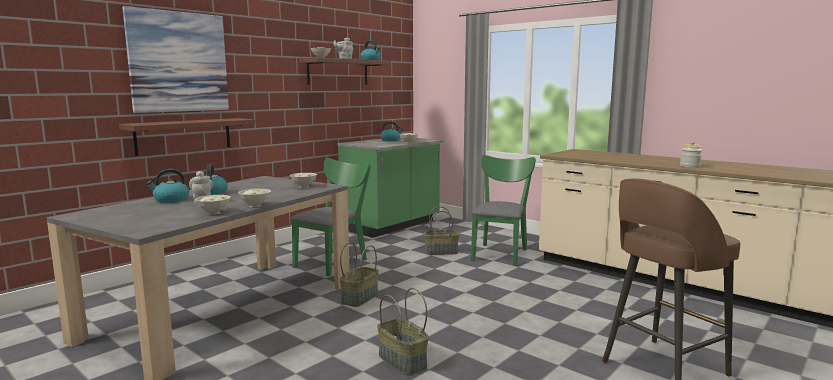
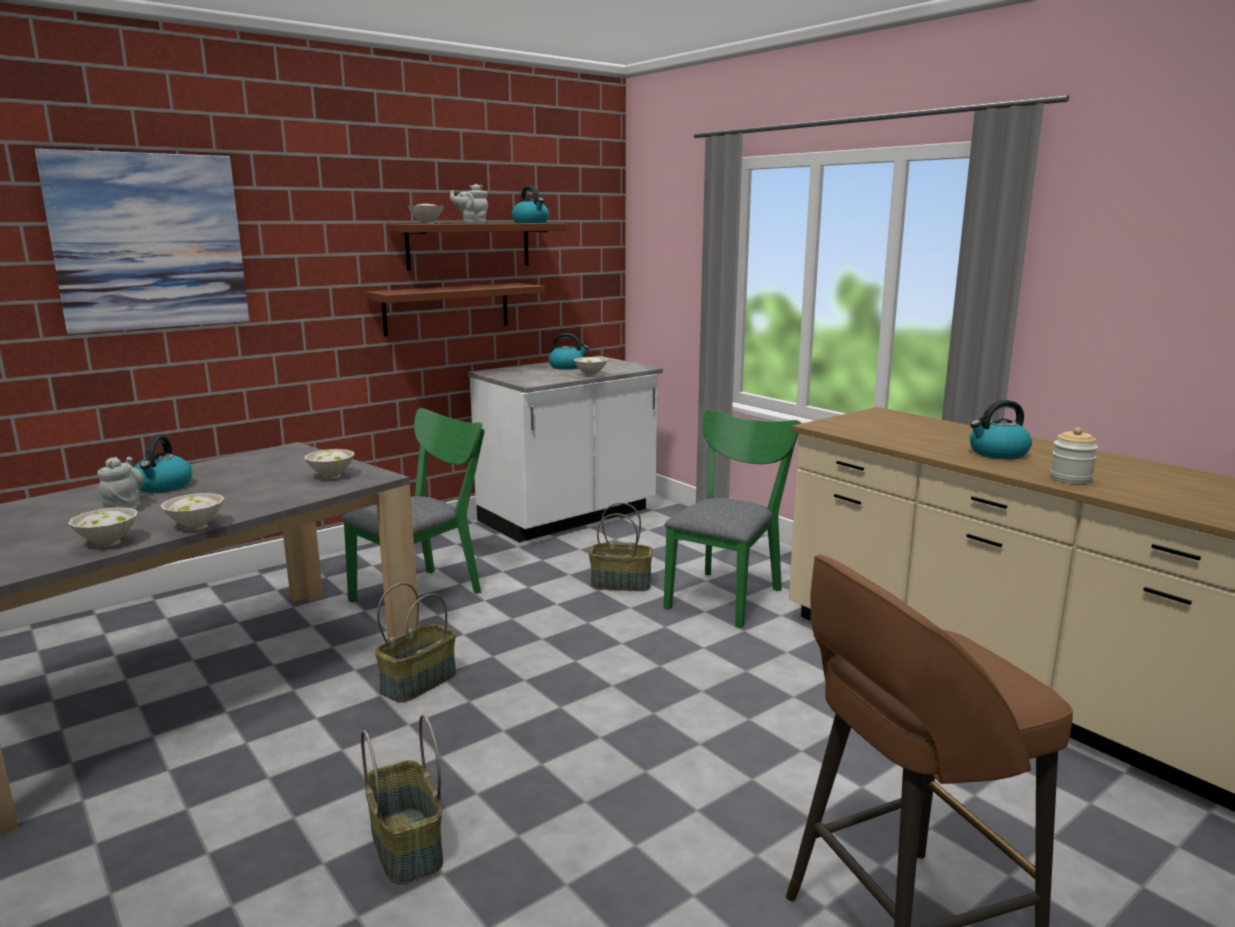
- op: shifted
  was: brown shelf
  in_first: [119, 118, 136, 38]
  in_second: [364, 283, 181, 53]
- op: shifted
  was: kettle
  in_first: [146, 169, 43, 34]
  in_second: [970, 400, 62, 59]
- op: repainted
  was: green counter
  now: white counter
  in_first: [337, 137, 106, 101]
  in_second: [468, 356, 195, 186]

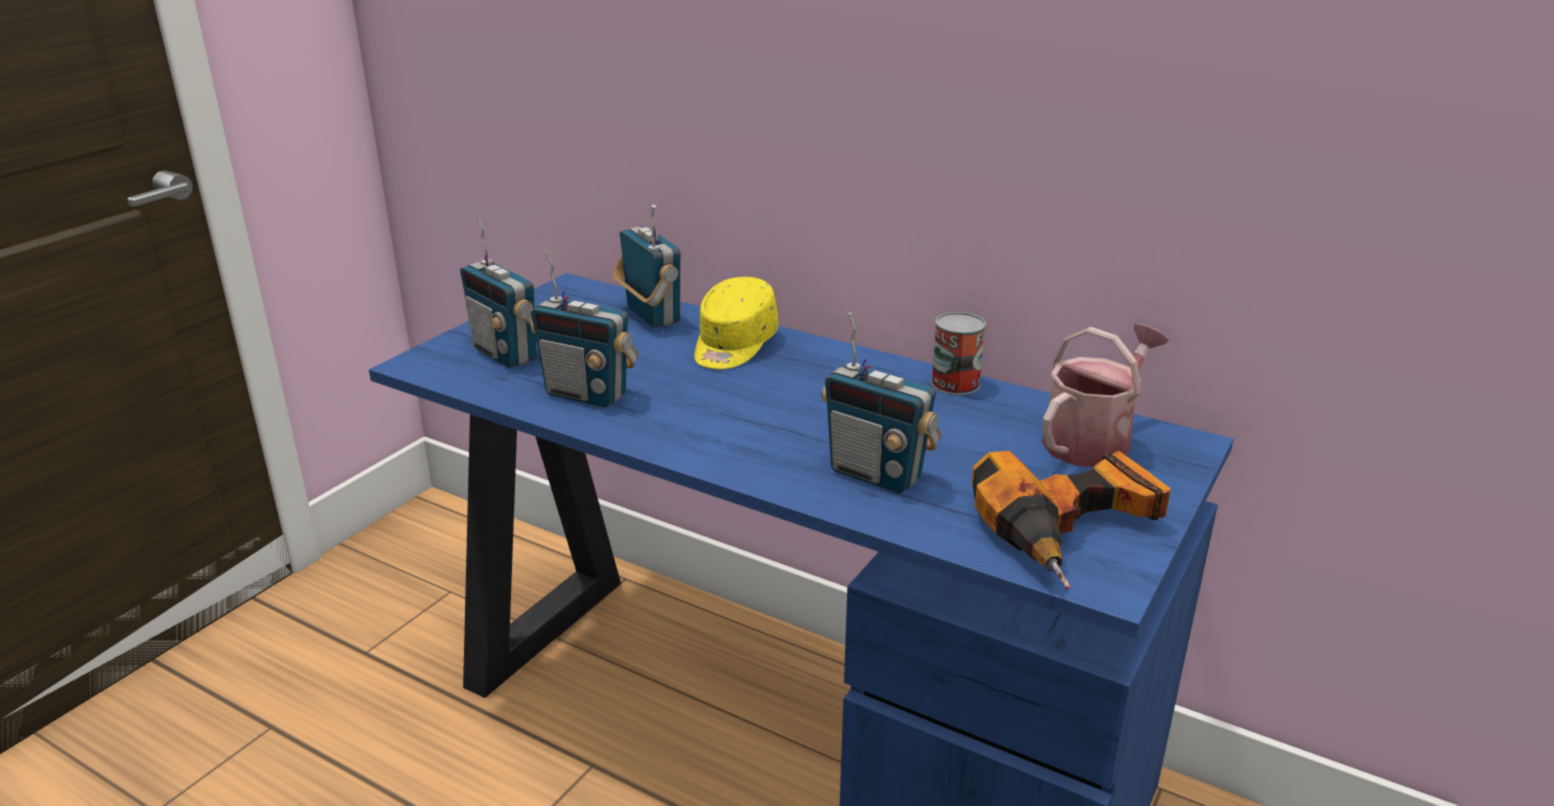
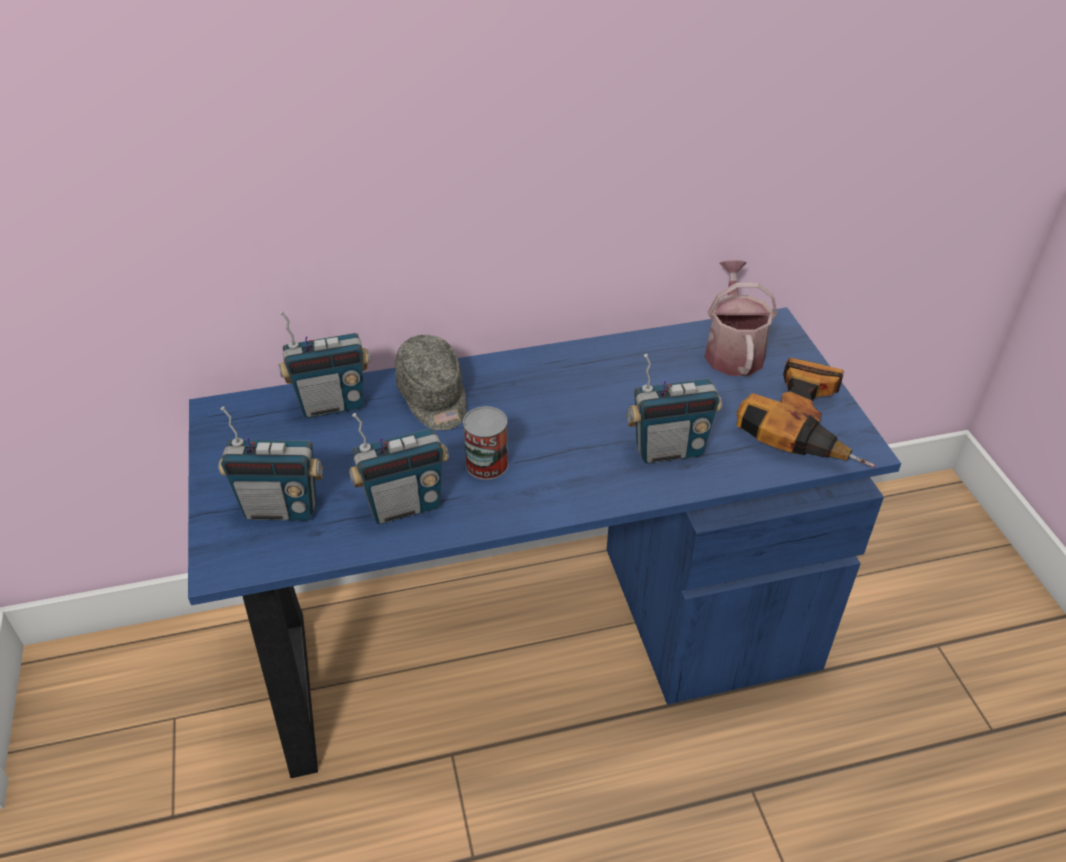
- op: shifted
  was: can
  in_first: [931, 312, 55, 83]
  in_second: [463, 406, 45, 74]
- op: repainted
  was: yellow cap
  now: grey cap
  in_first: [695, 277, 83, 92]
  in_second: [395, 335, 72, 95]
- op: rotated
  was: radio
  in_first: [613, 205, 68, 122]
  in_second: [278, 311, 92, 107]
  clockwise: 150

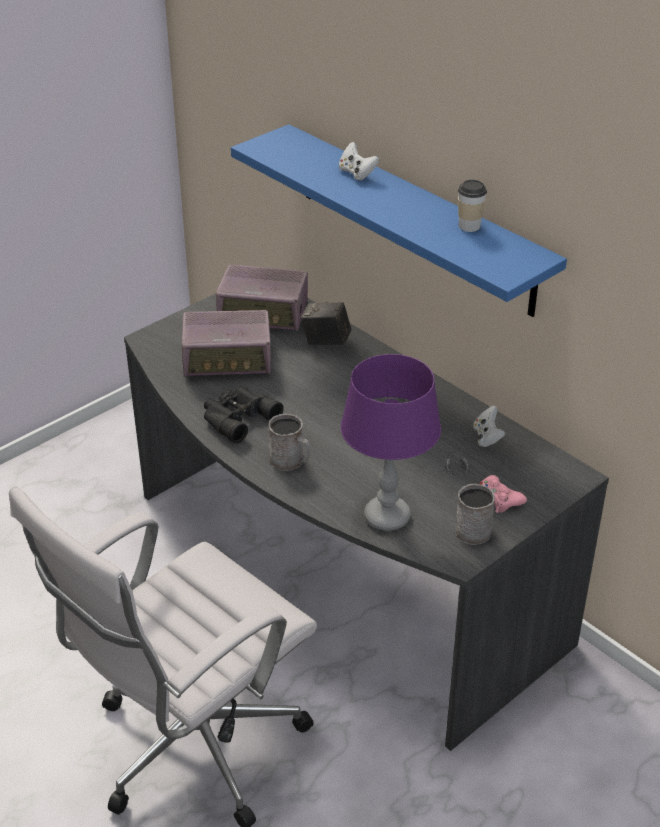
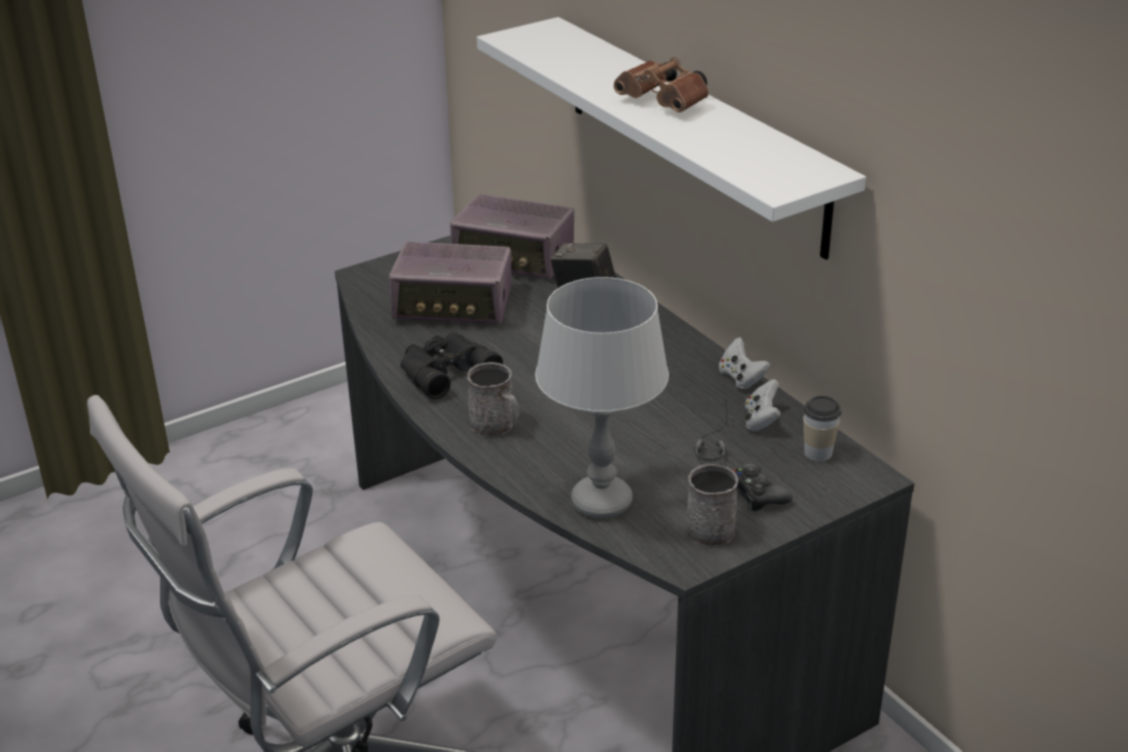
- op: new
  now: brown binoculars
  in_second: [614, 57, 95, 56]
- op: shifted
  was: white game controller
  in_first: [339, 142, 40, 38]
  in_second: [719, 337, 51, 52]
- op: shifted
  was: cup
  in_first: [458, 180, 29, 52]
  in_second: [803, 396, 39, 66]
- op: repainted
  was: blue shelf
  now: white shelf
  in_first: [231, 124, 336, 193]
  in_second: [477, 17, 389, 243]
- op: repainted
  was: purple table lamp
  now: grey table lamp
  in_first: [340, 354, 101, 177]
  in_second: [535, 277, 134, 242]
- op: repainted
  was: pink game controller
  now: black game controller
  in_first: [479, 475, 48, 38]
  in_second: [733, 463, 60, 48]

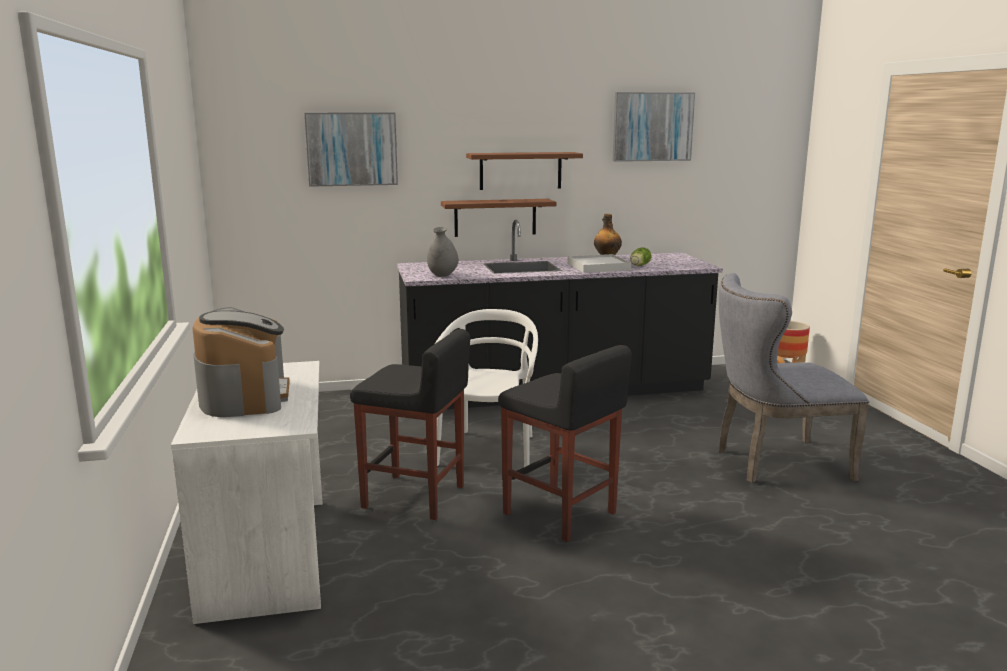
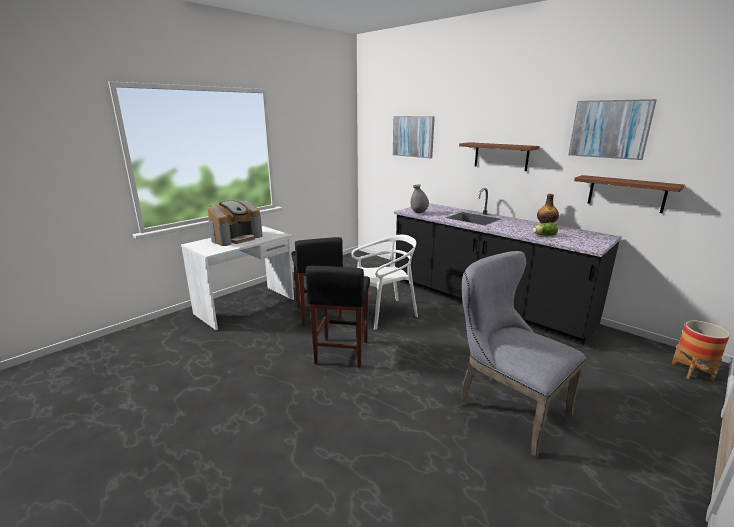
- op: gone
  was: white tray
  in_first: [567, 254, 64, 19]
- op: shifted
  was: brown shelf
  in_first: [441, 199, 115, 38]
  in_second: [574, 175, 111, 38]

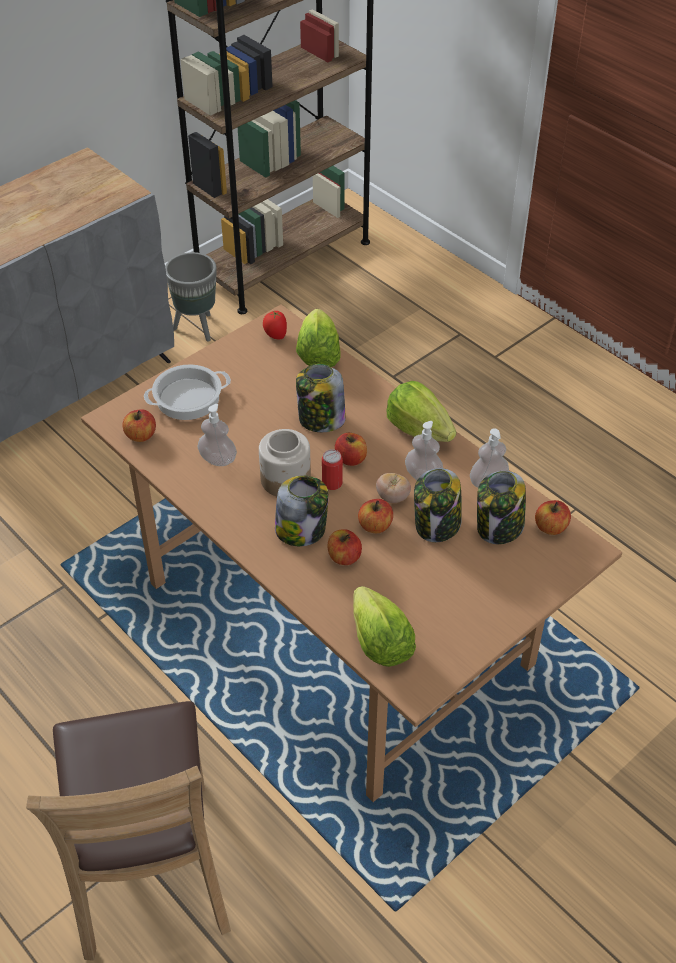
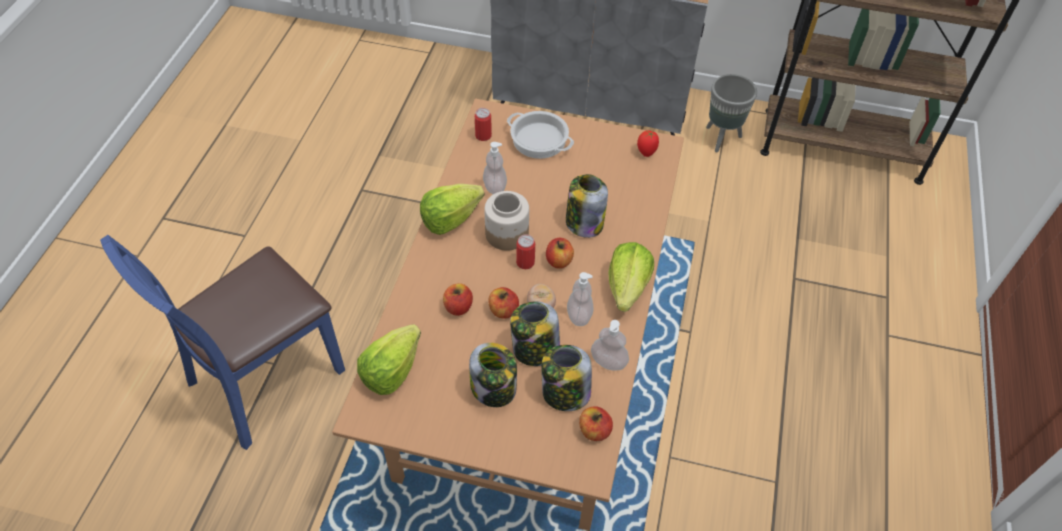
- op: shifted
  was: jar
  in_first: [275, 476, 54, 70]
  in_second: [469, 343, 48, 64]
- op: shifted
  was: lettuce
  in_first: [296, 309, 45, 58]
  in_second: [420, 184, 65, 51]
- op: swapped
  was: apple
  now: can
  in_first: [122, 409, 34, 33]
  in_second: [475, 108, 17, 33]
- op: repainted
  was: brown chair
  now: blue chair
  in_first: [26, 701, 205, 260]
  in_second: [100, 235, 245, 215]

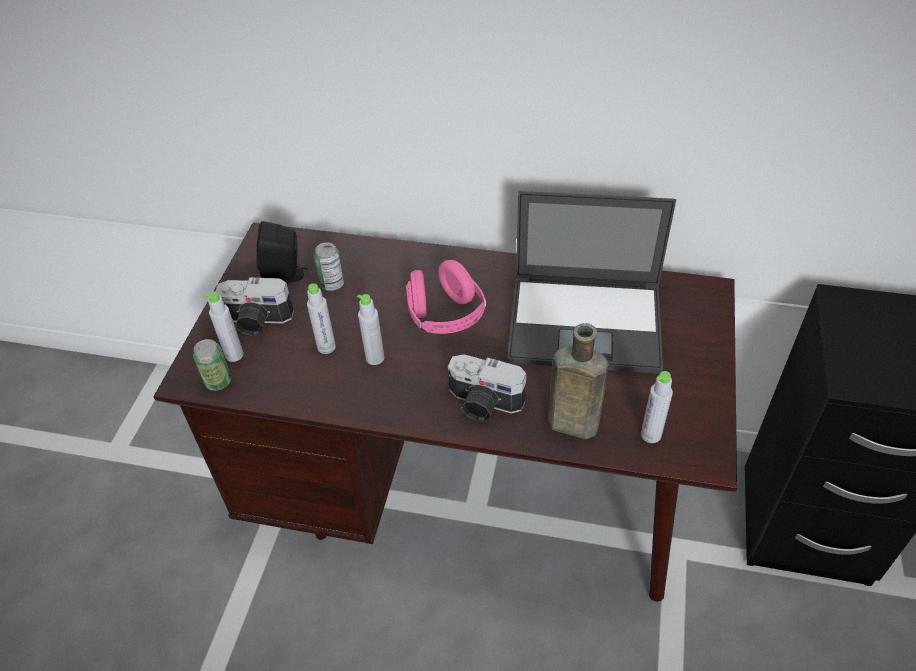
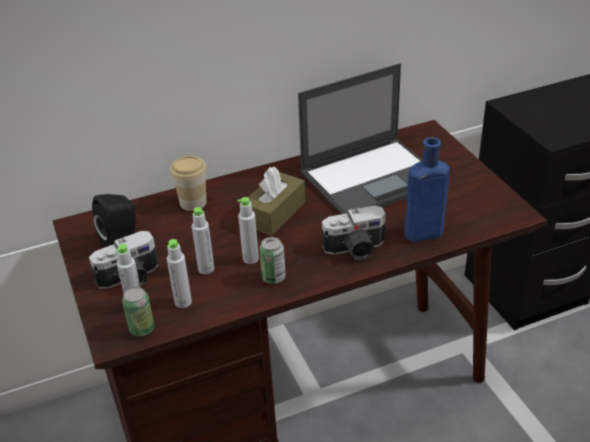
- op: new
  now: cup
  in_second: [170, 156, 37, 55]
- op: shifted
  was: can
  in_first: [314, 242, 30, 49]
  in_second: [259, 237, 27, 47]
- op: shifted
  was: grey bottle
  in_first: [641, 371, 32, 72]
  in_second: [167, 239, 25, 69]
- op: swapped
  was: pink headphones
  now: brown tissue box
  in_first: [406, 260, 80, 74]
  in_second: [248, 167, 57, 69]
- op: repainted
  was: brown bottle
  now: blue bottle
  in_first: [544, 323, 65, 116]
  in_second: [404, 137, 46, 105]

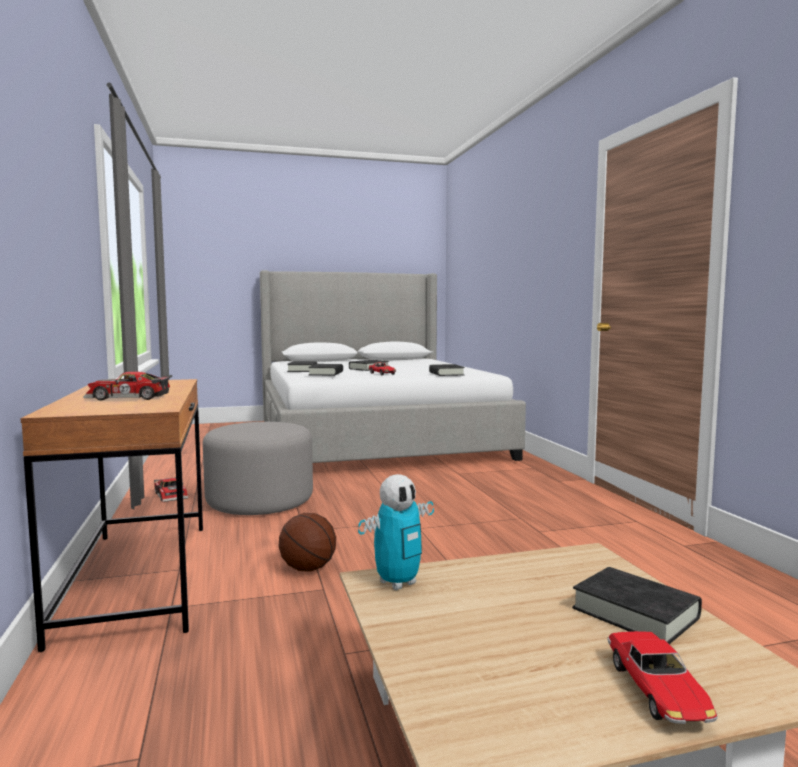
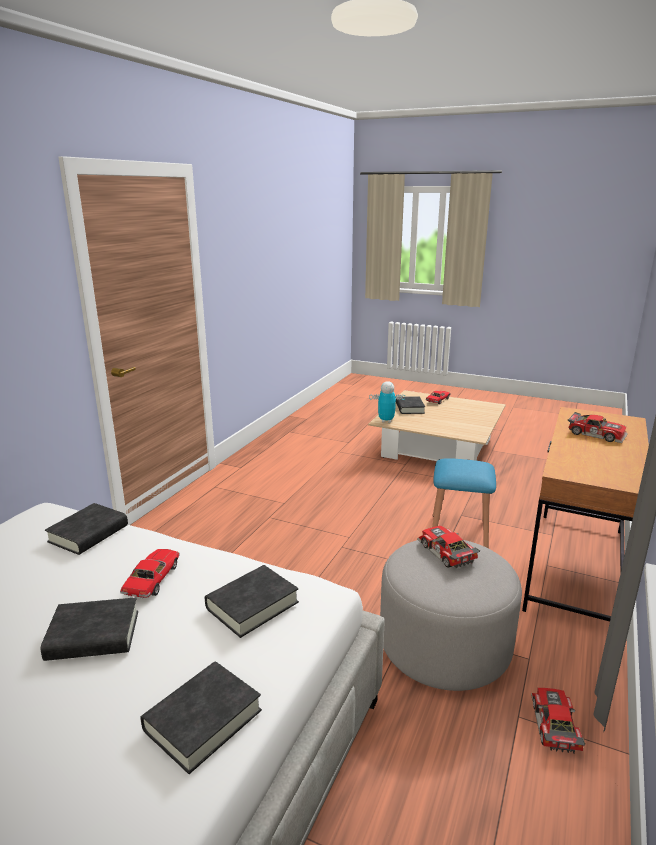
- op: new
  now: toy car
  in_second: [417, 526, 63, 42]
- op: shifted
  was: toy robot
  in_first: [358, 474, 76, 116]
  in_second: [369, 381, 36, 41]
- op: swapped
  was: basketball
  now: blue stool
  in_first: [278, 513, 58, 59]
  in_second: [432, 458, 64, 91]

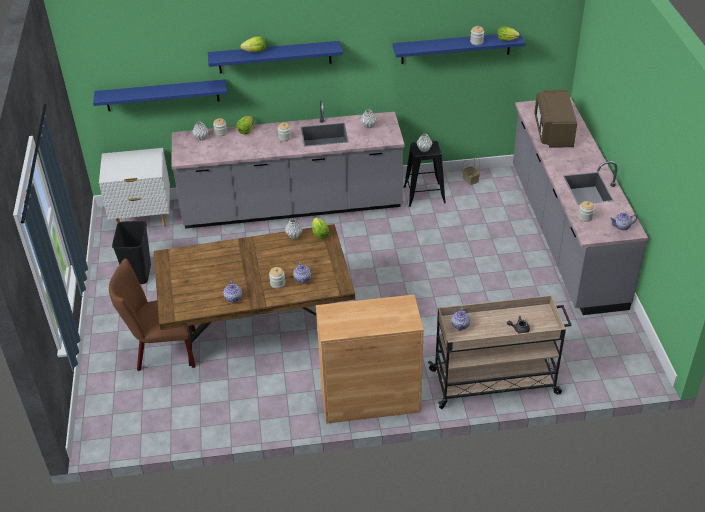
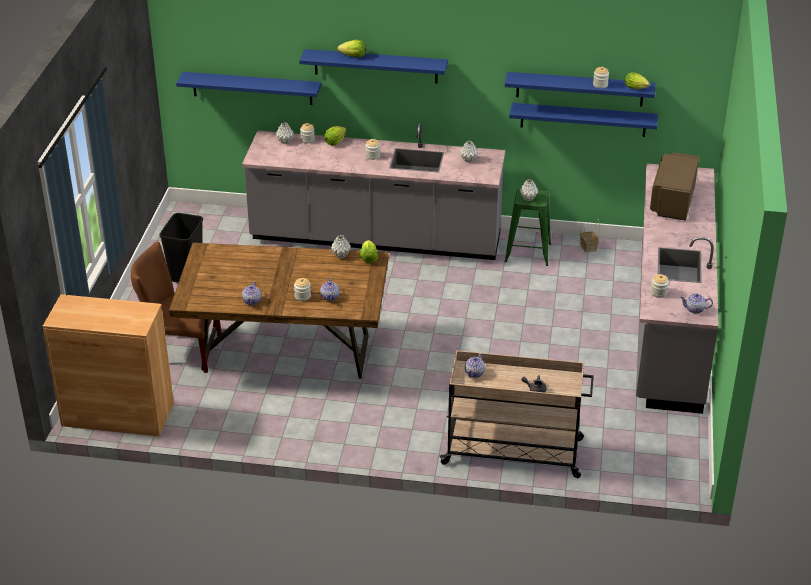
- op: gone
  was: white nightstand
  in_first: [99, 148, 71, 79]
- op: new
  now: blue shelf
  in_second: [509, 103, 149, 34]
- op: shifted
  was: brown cabinet
  in_first: [316, 295, 108, 129]
  in_second: [43, 294, 131, 143]
- op: repainted
  was: black stool
  now: green stool
  in_first: [404, 141, 42, 66]
  in_second: [505, 189, 46, 77]

